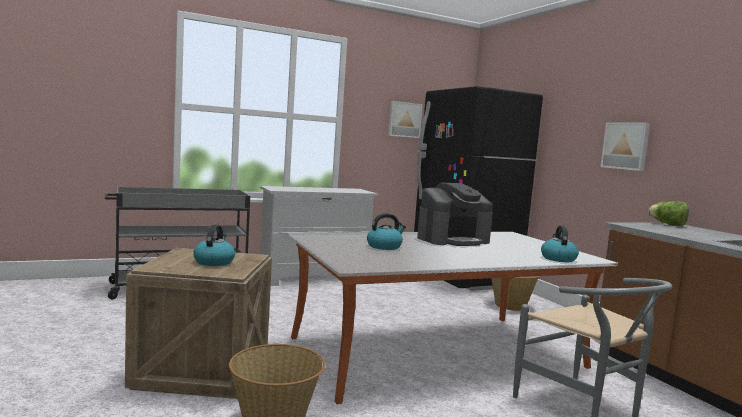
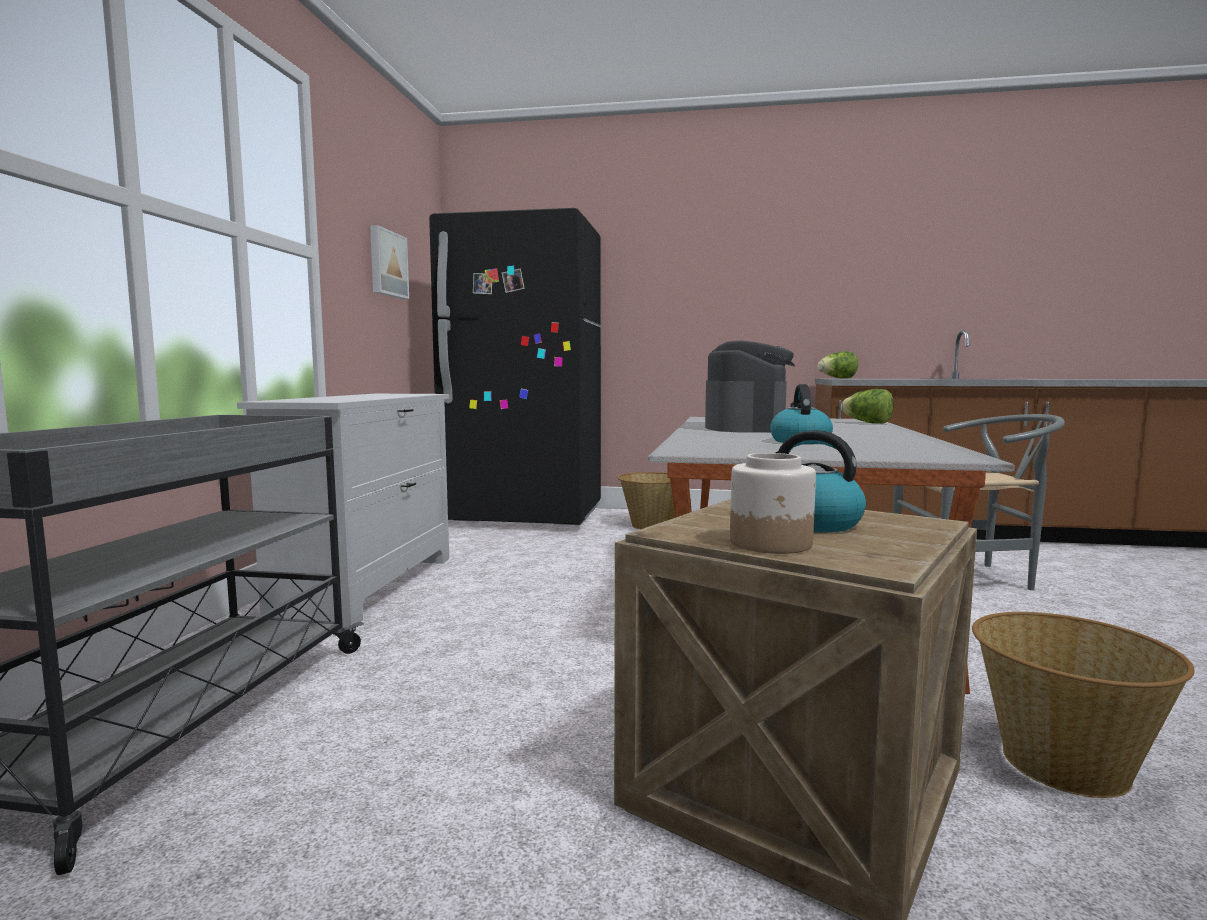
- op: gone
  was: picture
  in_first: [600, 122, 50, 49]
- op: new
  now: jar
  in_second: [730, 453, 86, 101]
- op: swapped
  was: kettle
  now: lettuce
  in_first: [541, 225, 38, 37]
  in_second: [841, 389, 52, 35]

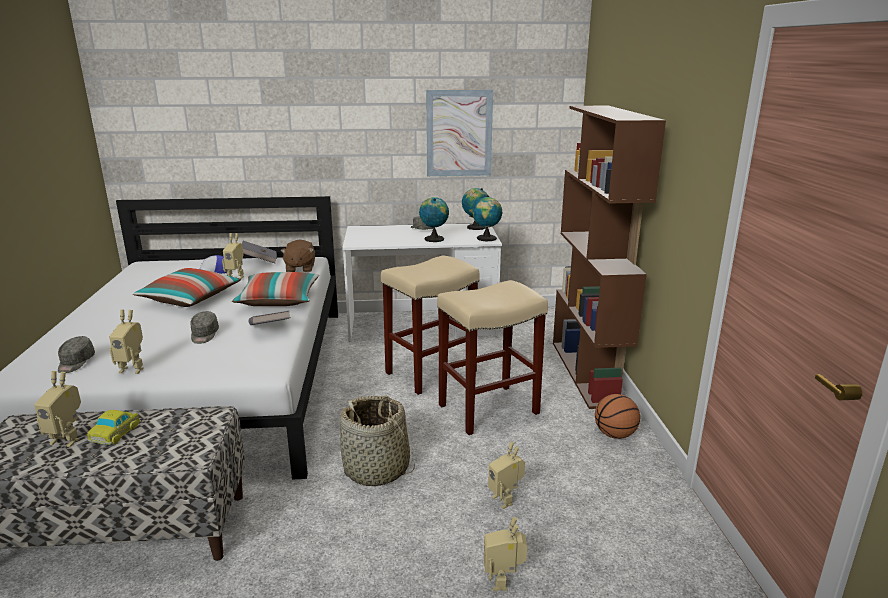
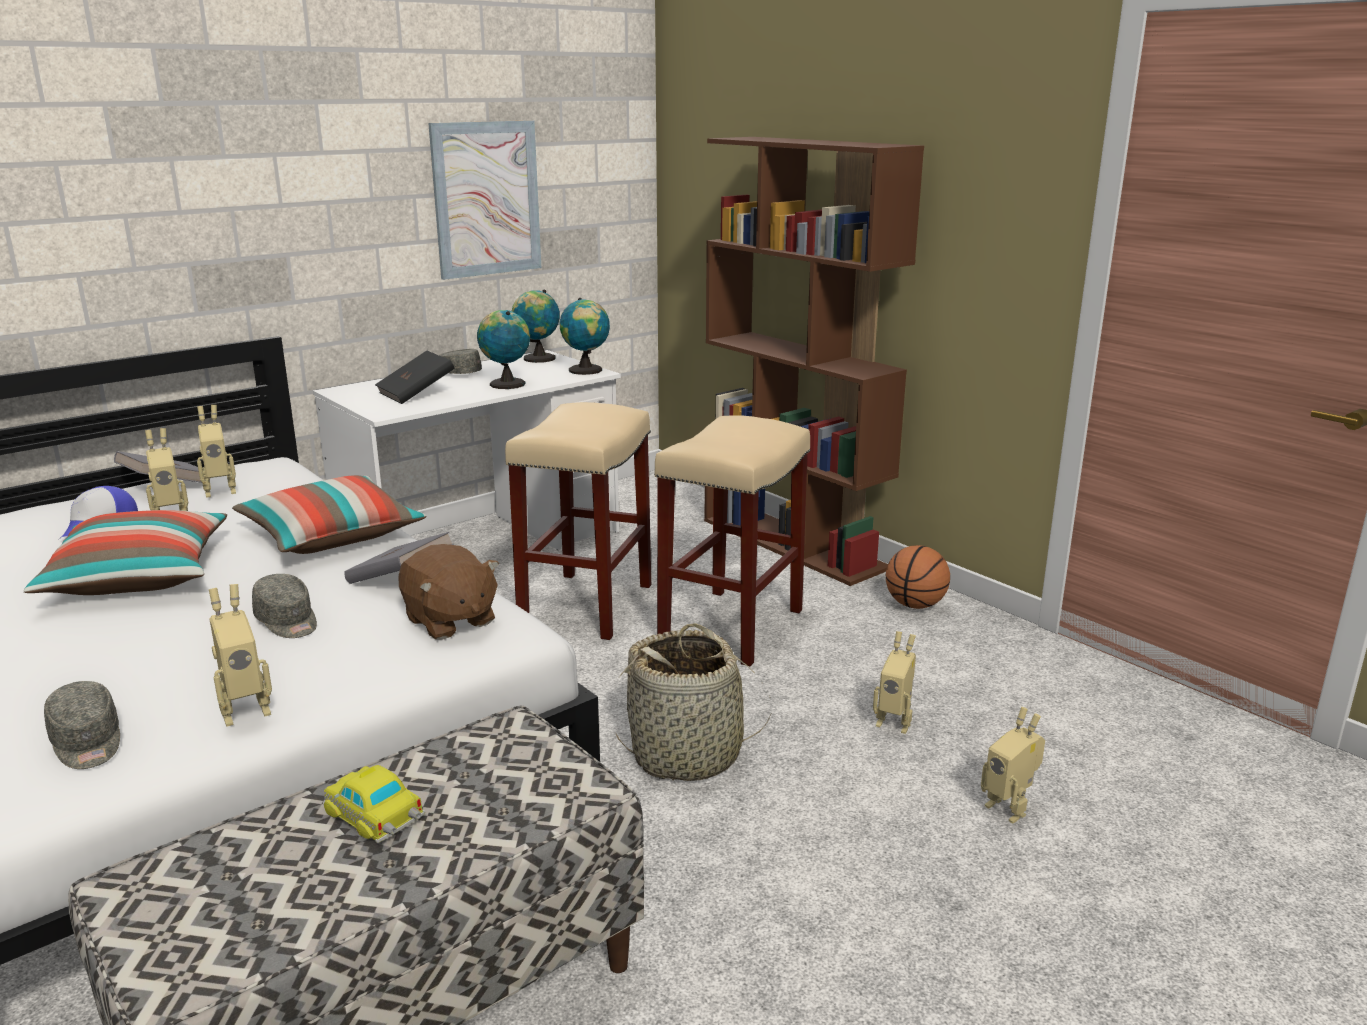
- op: new
  now: black book
  in_second: [375, 351, 79, 53]
- op: shifted
  was: toy robot
  in_first: [34, 371, 47, 76]
  in_second: [197, 405, 39, 93]
- op: shifted
  was: brown plush toy
  in_first: [280, 239, 35, 33]
  in_second: [399, 544, 100, 96]
- op: rotated
  was: toy car
  in_first: [87, 410, 54, 35]
  in_second: [323, 765, 102, 78]
  clockwise: 150

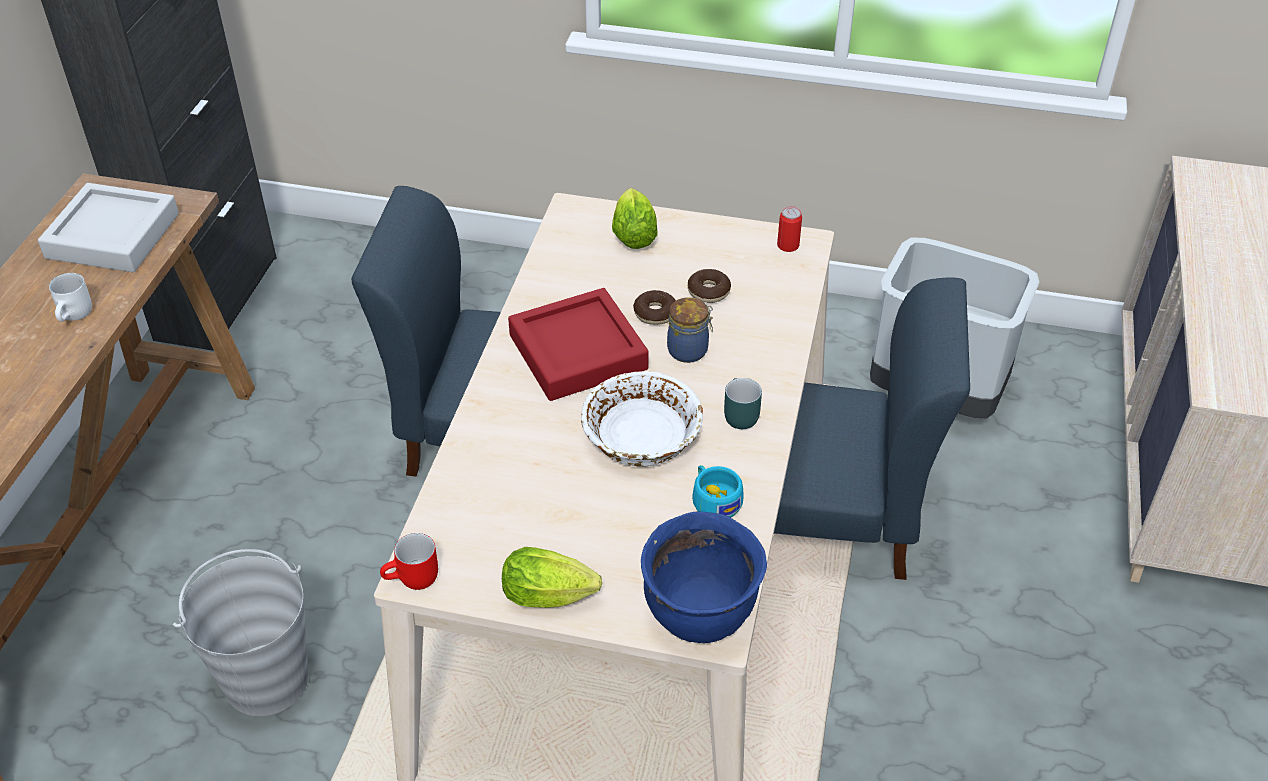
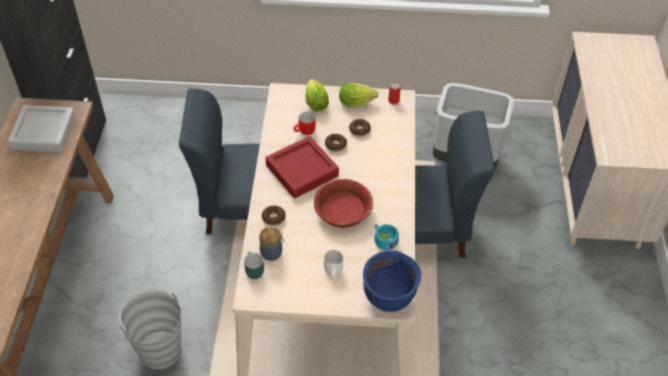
- op: new
  now: donut
  in_second: [262, 205, 24, 21]
- op: shifted
  was: white mug
  in_first: [49, 273, 43, 49]
  in_second: [324, 250, 19, 29]
- op: shifted
  was: red mug
  in_first: [380, 533, 58, 57]
  in_second: [294, 112, 21, 23]
- op: shifted
  was: lettuce
  in_first: [502, 547, 100, 61]
  in_second: [339, 83, 39, 24]
- op: shifted
  was: jar
  in_first: [667, 297, 46, 66]
  in_second: [260, 227, 24, 34]
- op: shifted
  was: turquoise mug
  in_first: [724, 378, 38, 51]
  in_second: [244, 252, 20, 27]
- op: repainted
  was: white bowl
  now: red bowl
  in_first: [581, 371, 122, 95]
  in_second: [314, 179, 59, 49]

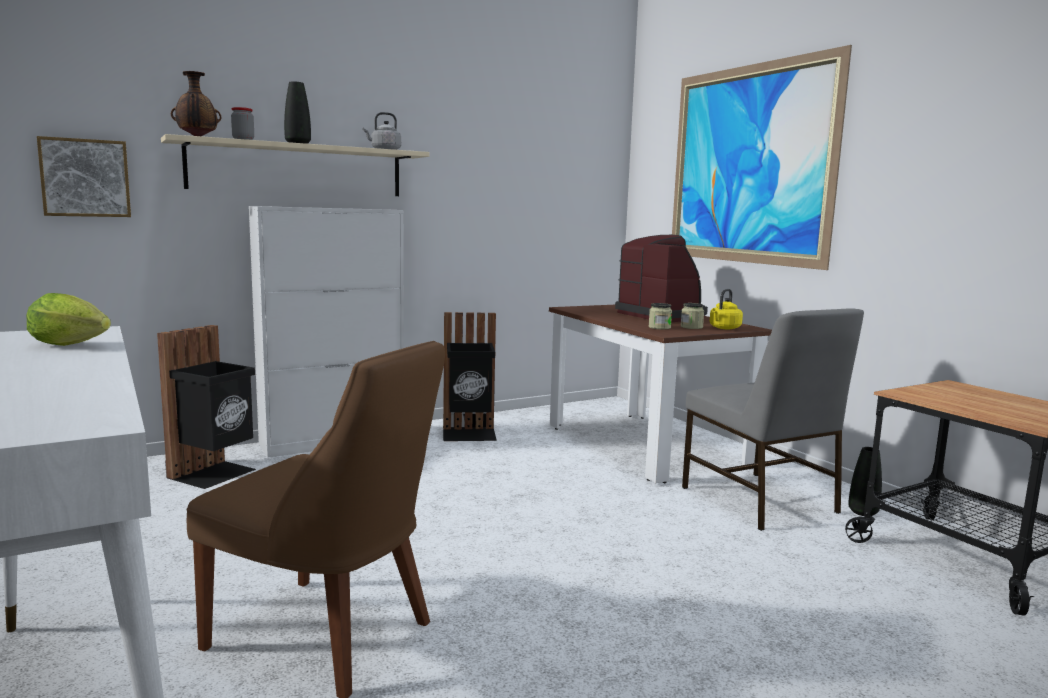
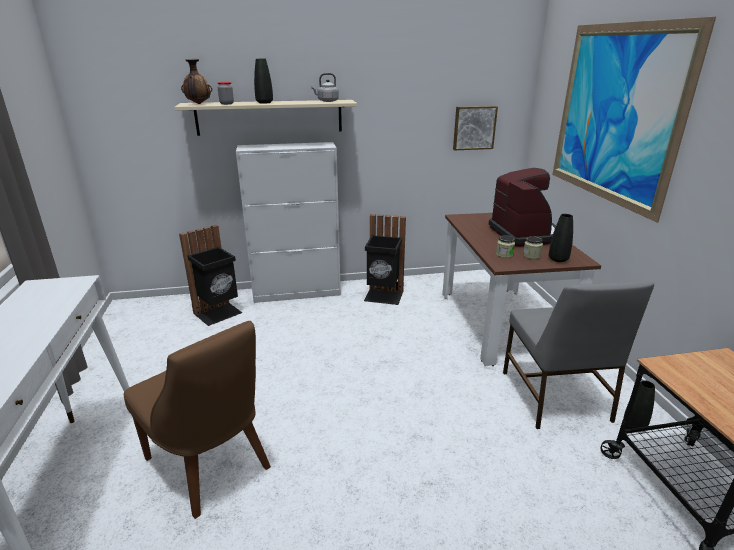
- op: gone
  was: lettuce
  in_first: [26, 293, 85, 53]
- op: shifted
  was: picture
  in_first: [37, 136, 94, 81]
  in_second: [453, 106, 45, 44]
- op: swapped
  was: yellow kettle
  now: black vase
  in_first: [710, 289, 33, 40]
  in_second: [549, 214, 24, 48]

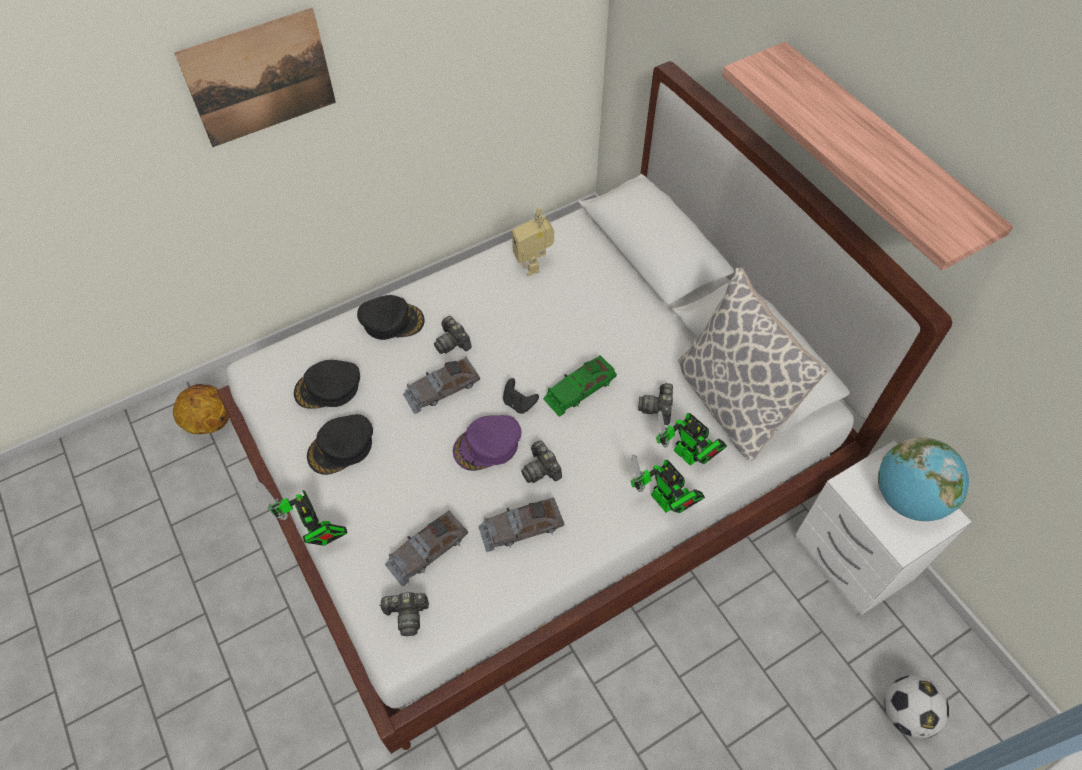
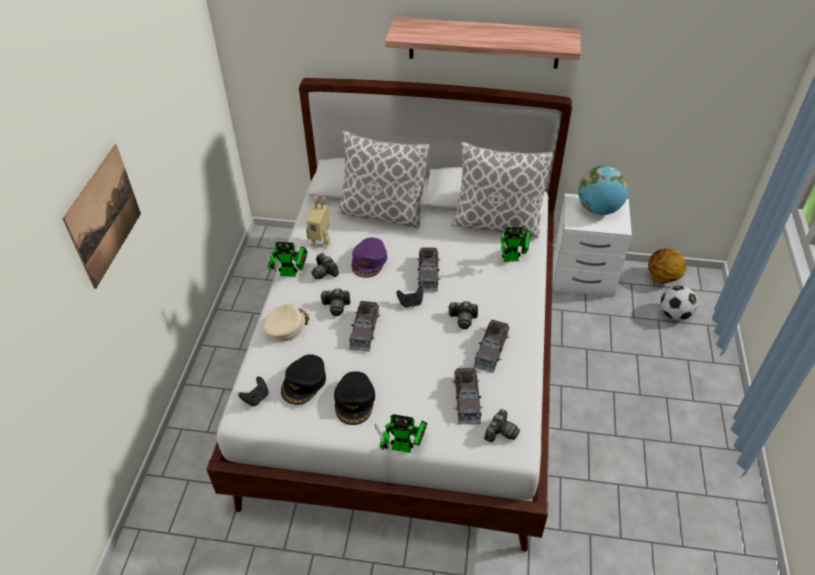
- op: new
  now: black game controller
  in_second: [238, 377, 31, 29]
- op: new
  now: pillow
  in_second: [338, 130, 91, 99]
- op: shifted
  was: basketball
  in_first: [173, 384, 56, 50]
  in_second: [648, 248, 38, 36]
- op: shifted
  was: purple cap
  in_first: [453, 415, 69, 56]
  in_second: [352, 238, 35, 40]
- op: shifted
  was: toy robot
  in_first: [631, 455, 74, 58]
  in_second: [260, 242, 48, 35]
- op: shifted
  was: photo camera
  in_first: [638, 383, 35, 42]
  in_second: [311, 253, 28, 27]
- op: repainted
  was: black cap
  now: beige cap
  in_first: [357, 295, 68, 45]
  in_second: [263, 304, 47, 38]
- op: repainted
  was: green toy car
  now: grey toy car
  in_first: [543, 355, 74, 62]
  in_second: [417, 247, 23, 45]

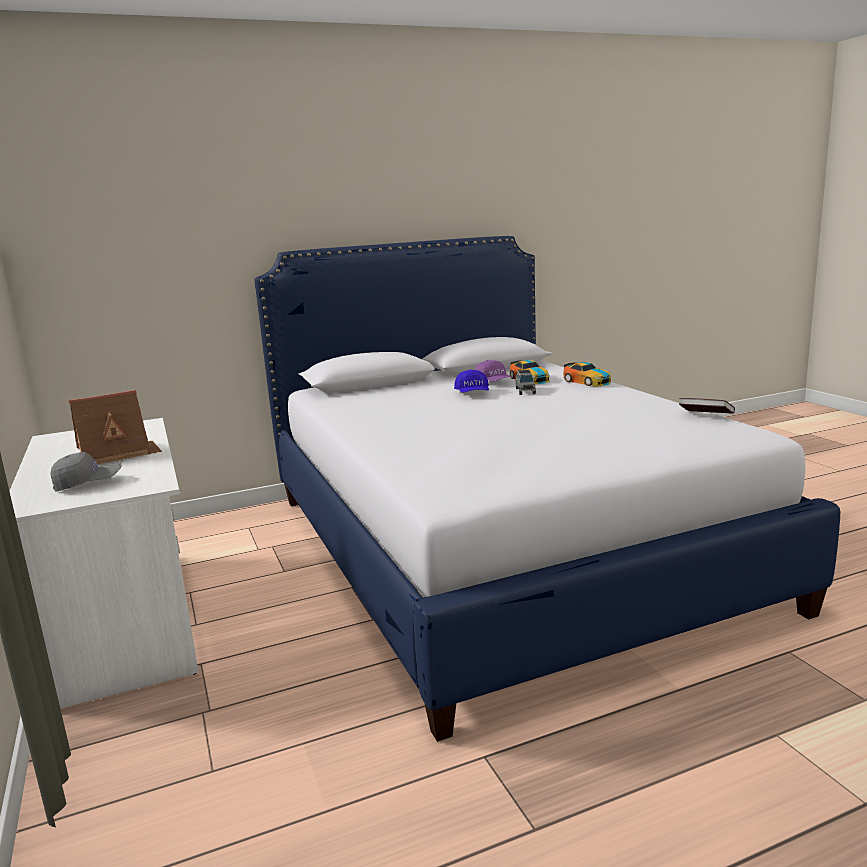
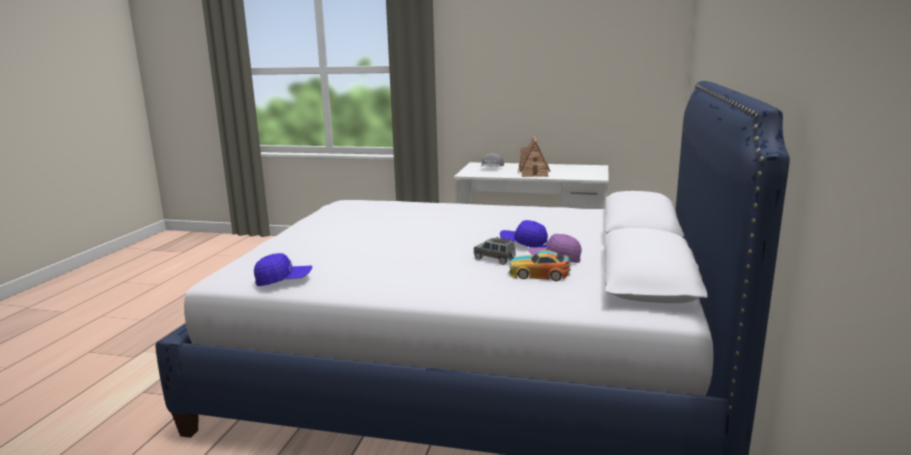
- op: gone
  was: toy car
  in_first: [563, 362, 48, 25]
- op: swapped
  was: book
  now: blue cap
  in_first: [679, 398, 56, 16]
  in_second: [254, 253, 58, 33]

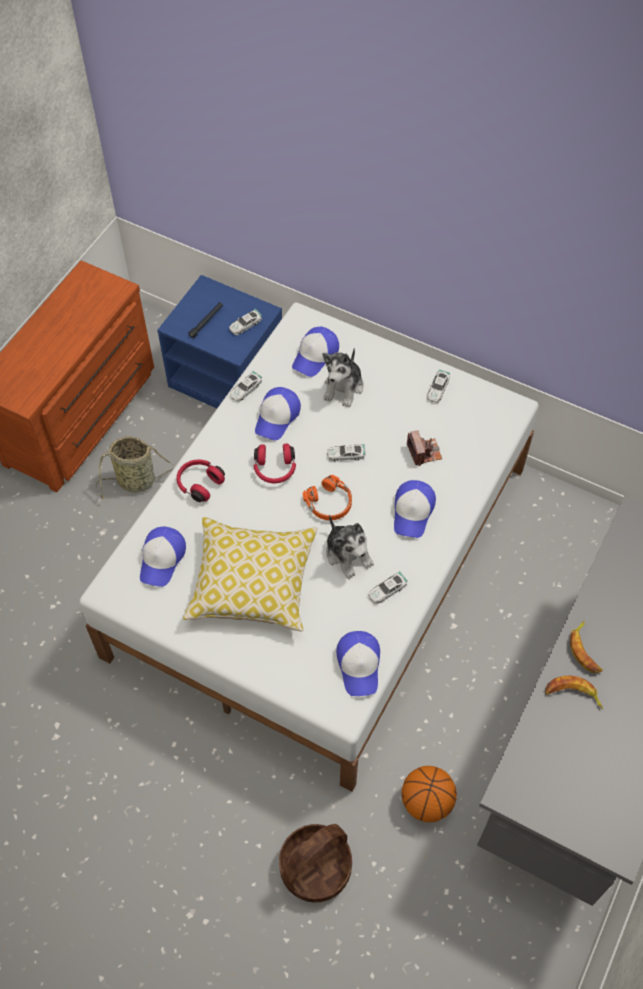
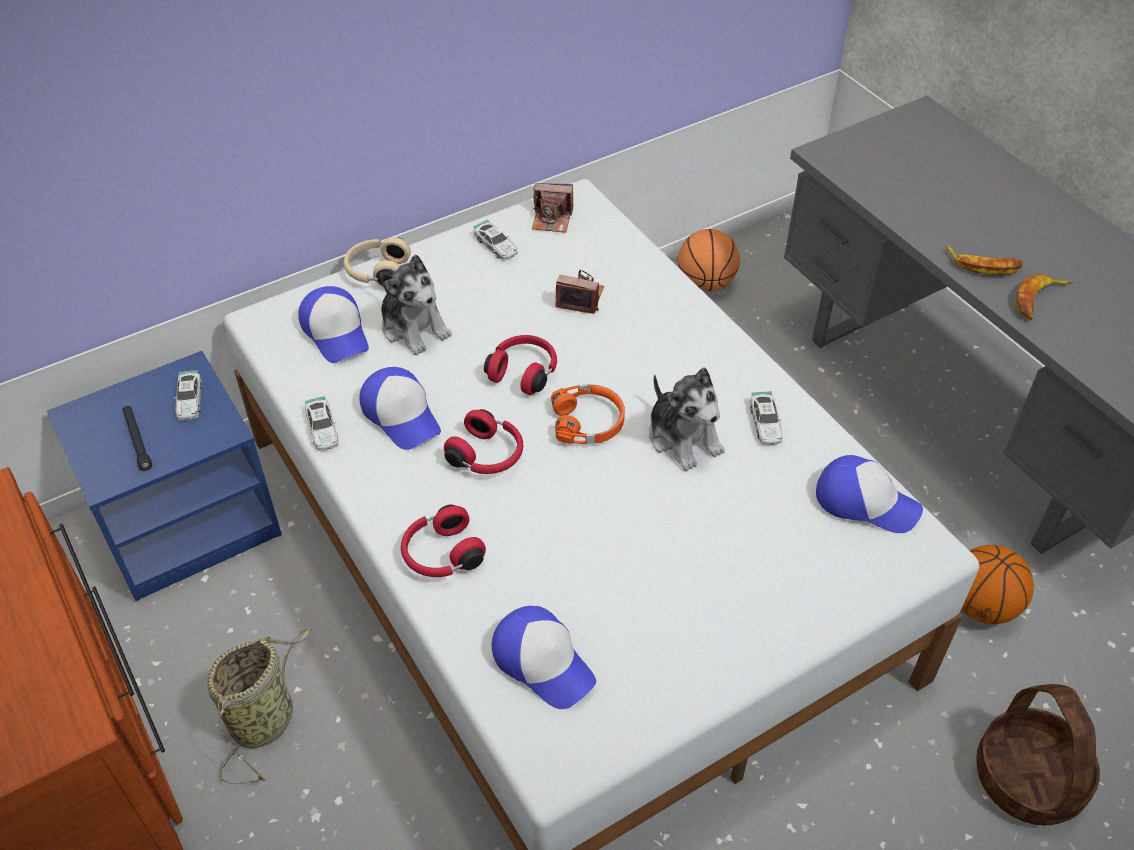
- op: gone
  was: pillow
  in_first: [183, 517, 135, 114]
- op: gone
  was: cap
  in_first: [394, 480, 42, 58]
- op: new
  now: beige headphones
  in_second: [344, 237, 67, 49]
- op: new
  now: photo camera
  in_second: [532, 183, 41, 50]
- op: new
  now: basketball
  in_second: [677, 229, 63, 62]
- op: swapped
  was: toy car
  now: red headphones
  in_first: [327, 444, 39, 18]
  in_second: [484, 335, 73, 60]
- op: rotated
  was: plush toy
  in_first: [326, 515, 48, 64]
  in_second: [649, 367, 76, 104]
  clockwise: 60

